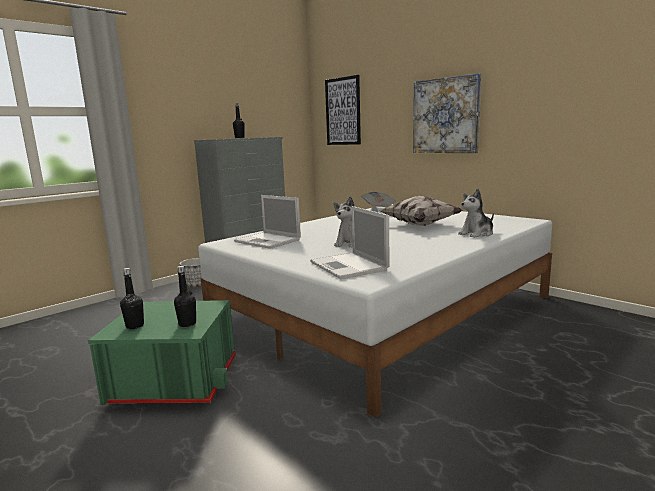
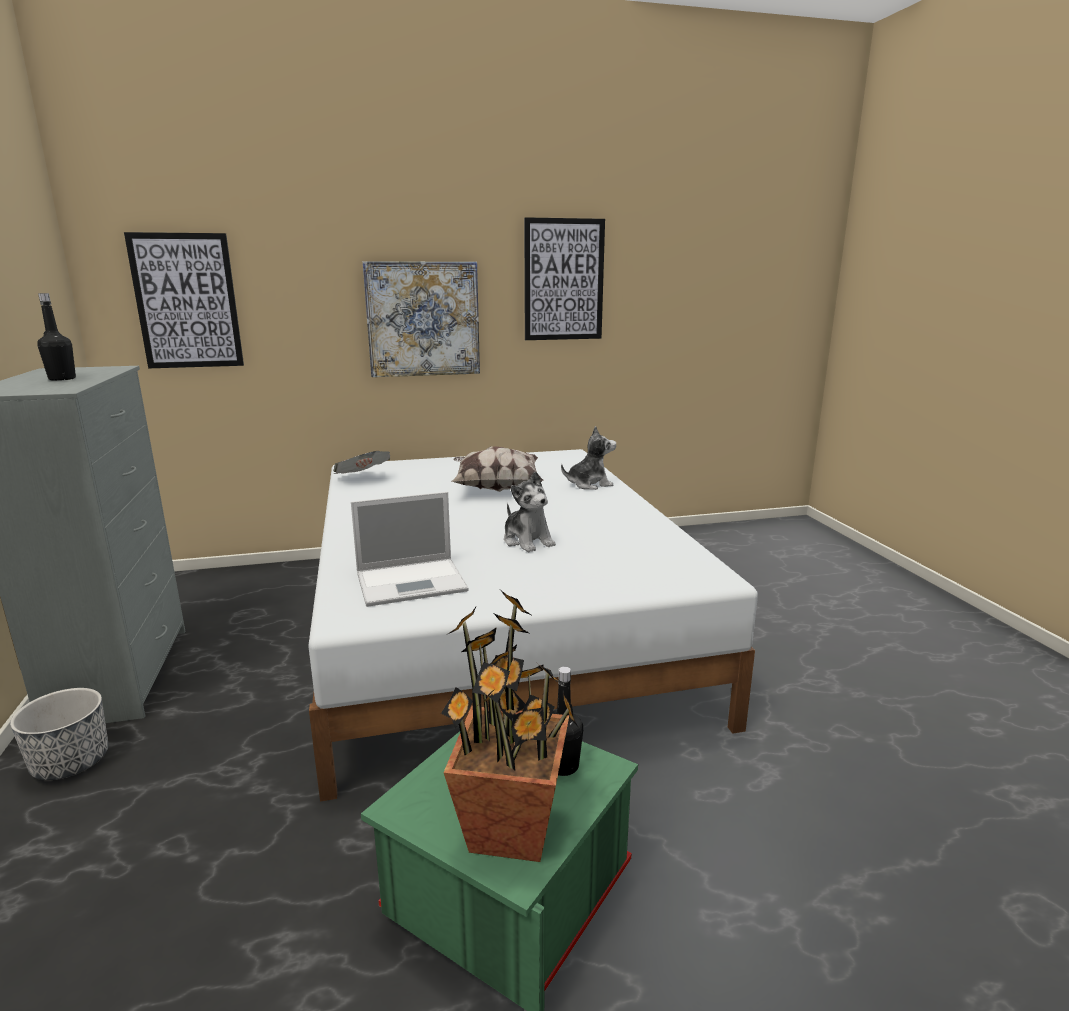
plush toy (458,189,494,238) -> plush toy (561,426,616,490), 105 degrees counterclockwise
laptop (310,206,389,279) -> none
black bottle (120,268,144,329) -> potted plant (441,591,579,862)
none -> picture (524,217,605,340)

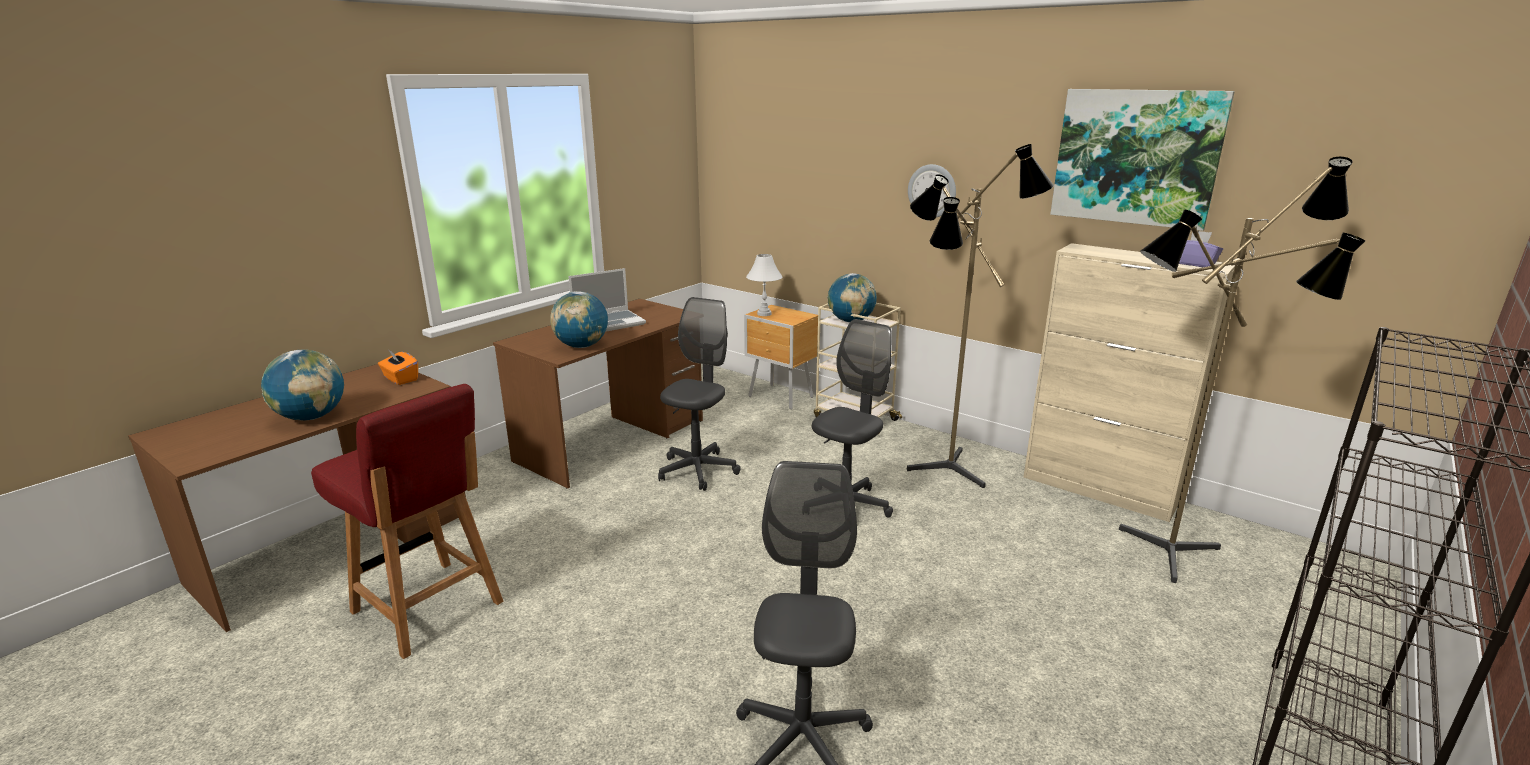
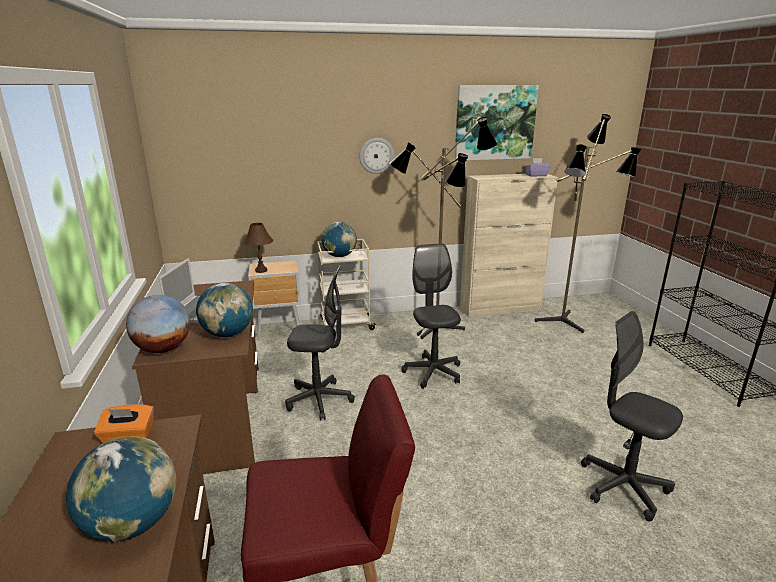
white table lamp (746,254,783,316) -> brown table lamp (243,223,273,273)
grey office chair (658,297,741,491) -> grey office chair (285,265,355,421), 120 degrees clockwise
none -> globe (126,295,190,353)

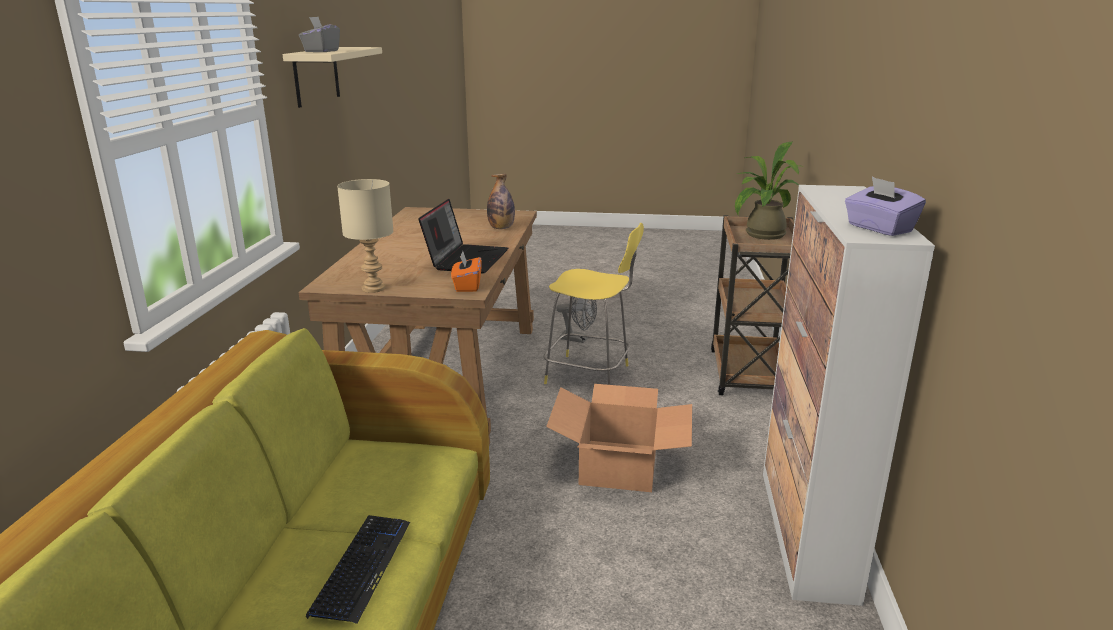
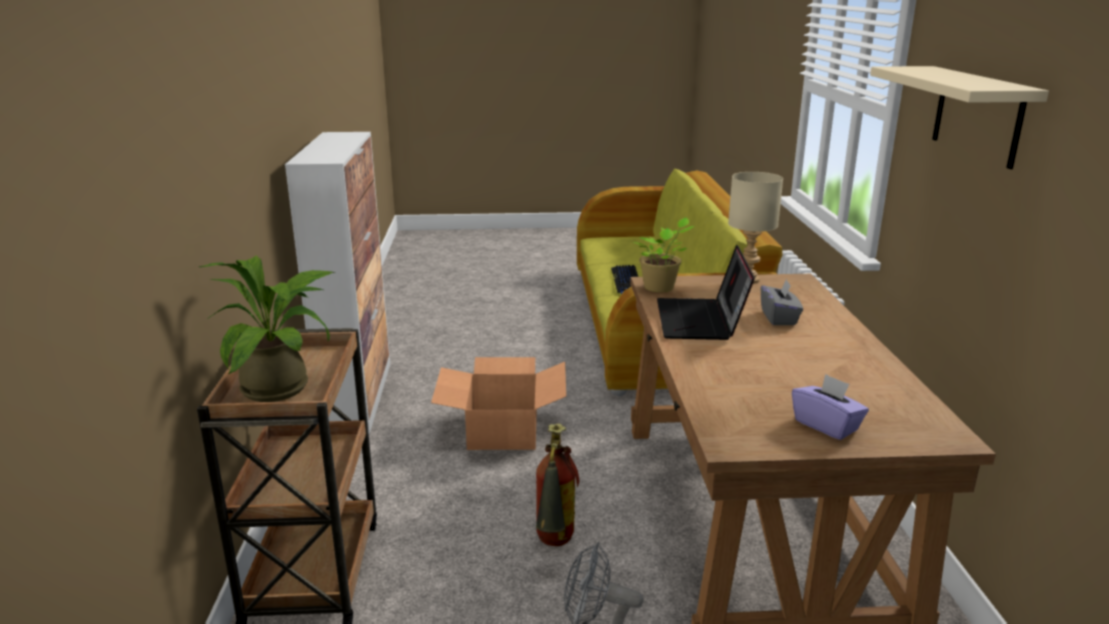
grey tissue box (299,17,340,52) -> grey tissue box (761,279,803,325), shifted
bottle (487,174,515,229) -> none
purple tissue box (845,177,926,236) -> purple tissue box (792,374,869,440), shifted
yellow stool (544,223,644,385) -> fire extinguisher (536,424,579,546)
orange tissue box (451,251,482,292) -> potted plant (633,217,695,292)

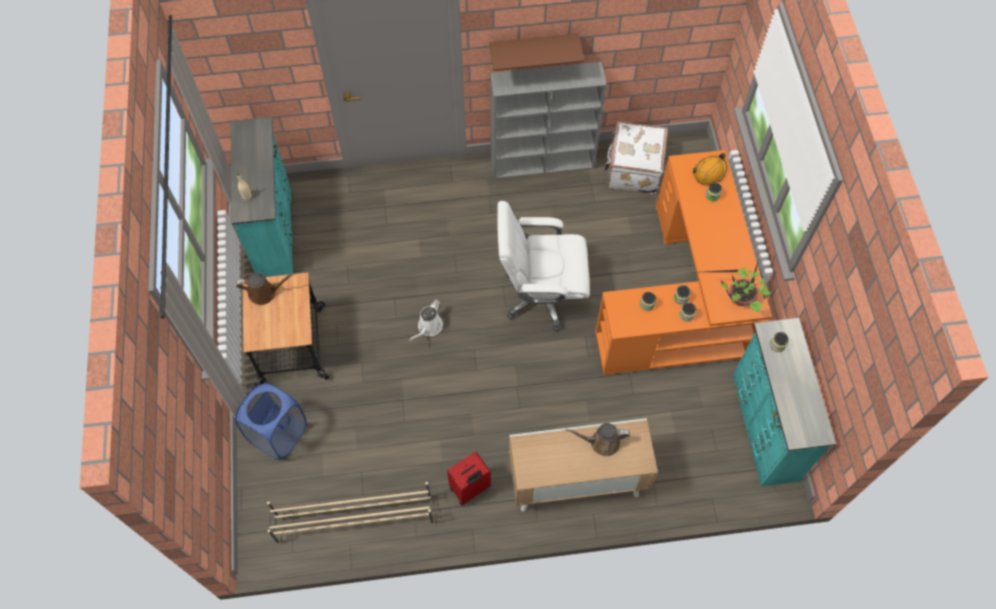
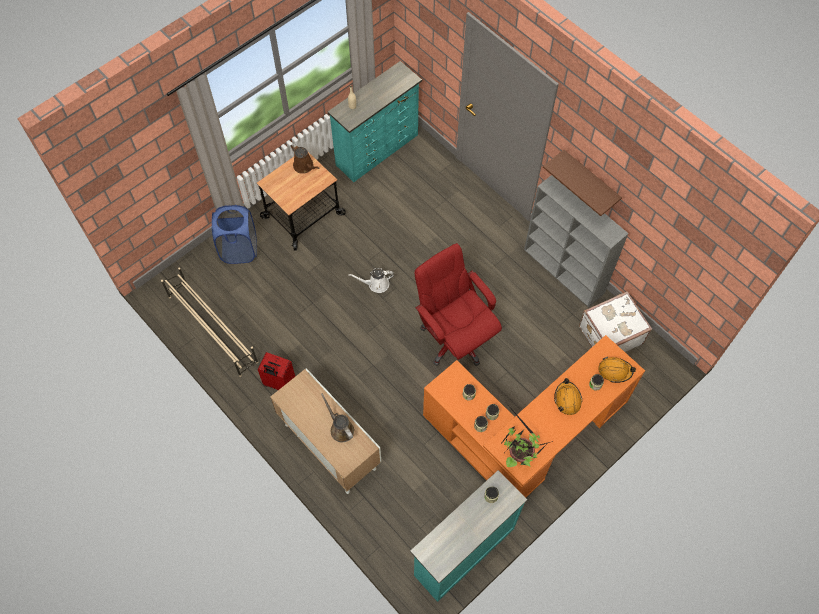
white office chair (497,201,590,331) -> red office chair (414,243,502,366)
none -> orange hard hat (554,378,582,415)

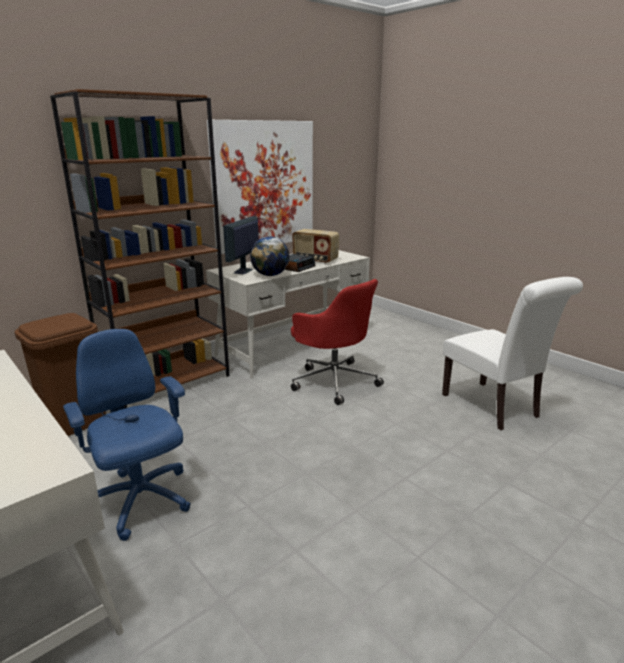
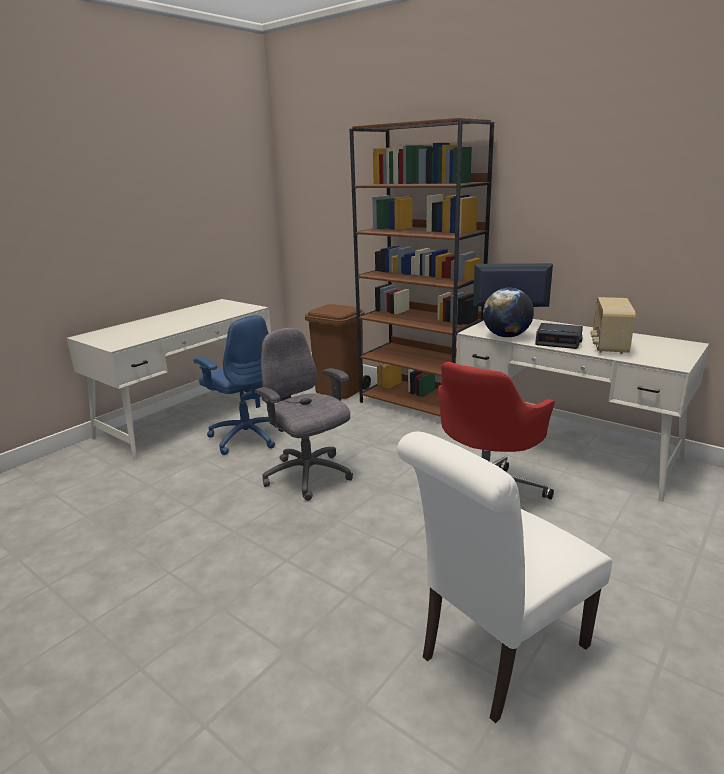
picture (207,120,313,254) -> none
blue office chair (63,329,191,541) -> blue office chair (194,315,275,455), 90 degrees clockwise
none -> grey office chair (255,328,353,501)

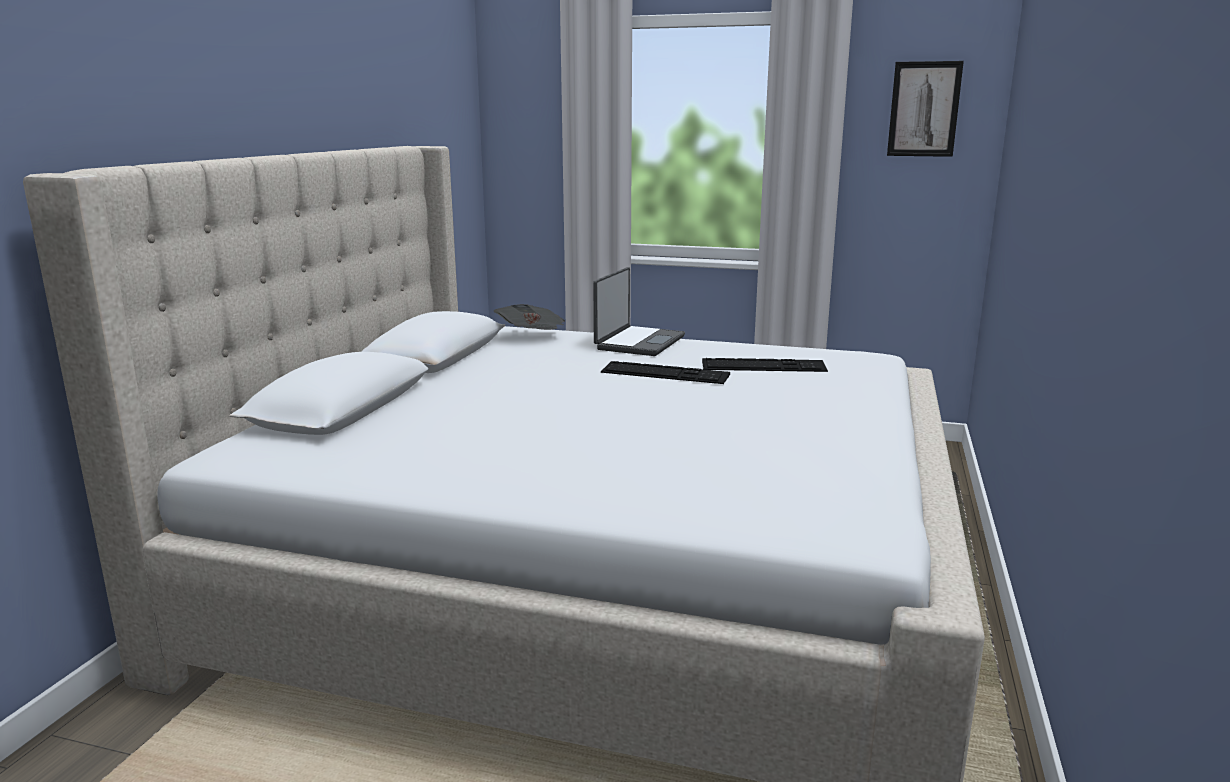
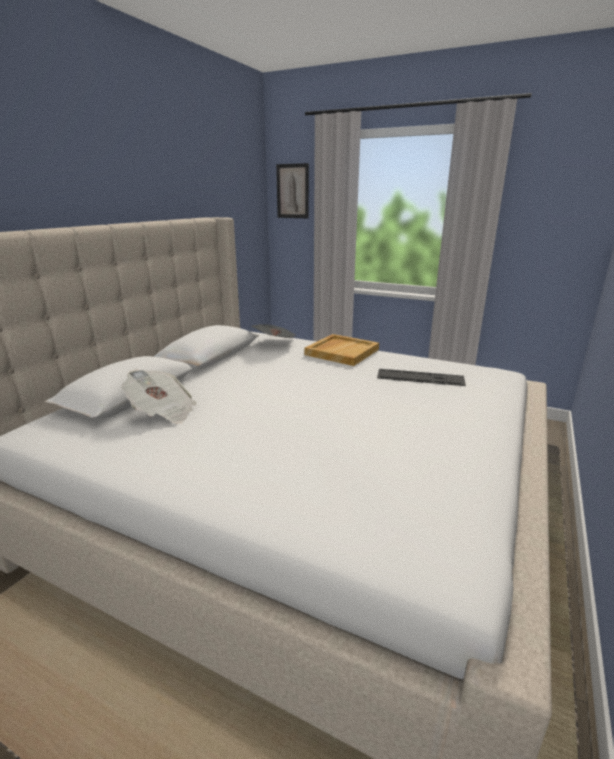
picture (887,61,964,157) -> picture (276,163,309,218), shifted
laptop (593,267,685,356) -> beige tray (305,334,379,366)
keyboard (601,361,730,384) -> none
none -> newspaper (121,369,197,424)

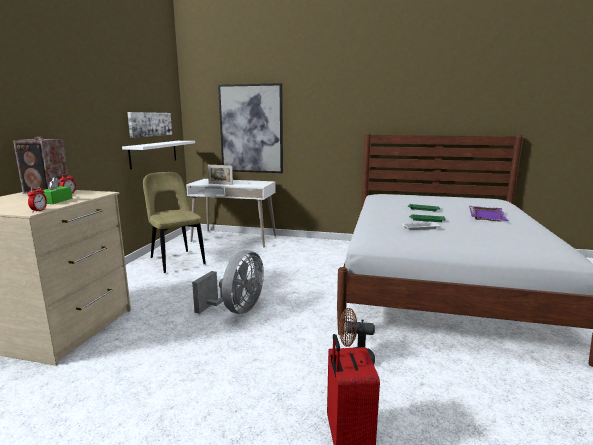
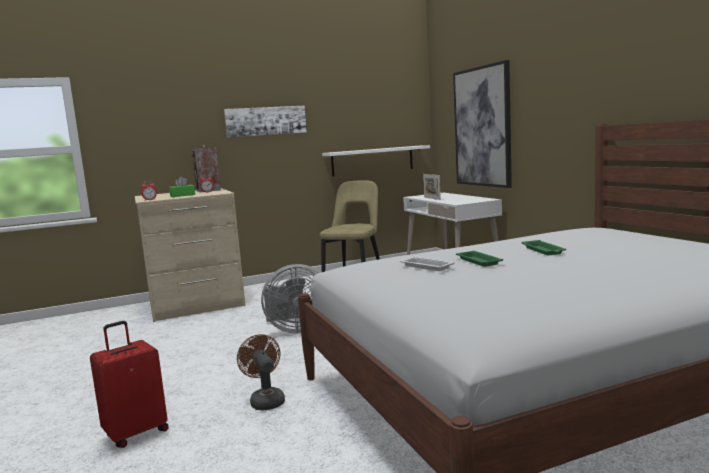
picture (127,112,172,138) -> picture (224,106,307,137), shifted
purple tray (469,206,508,222) -> none

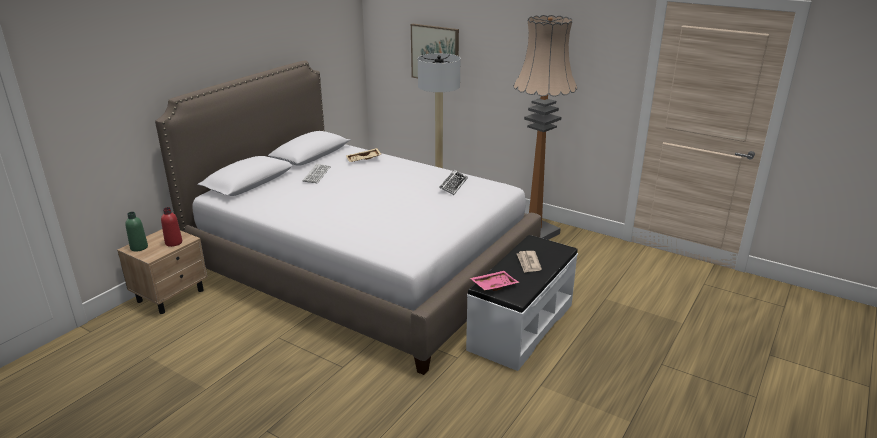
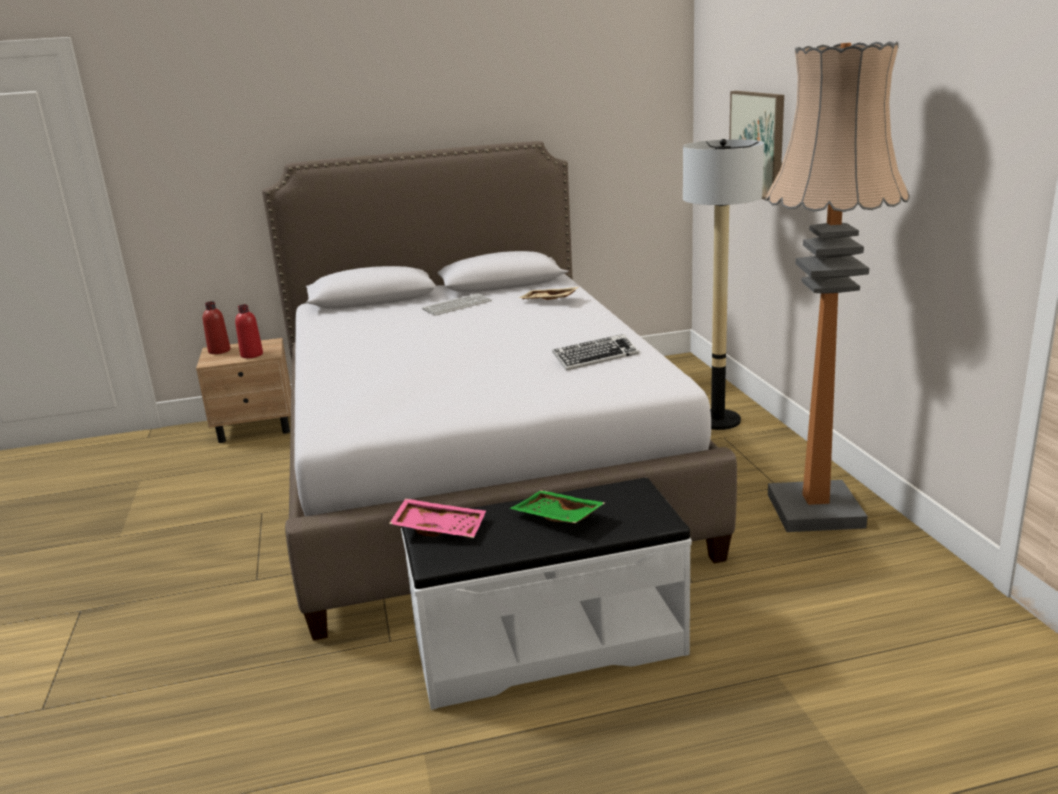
green bottle (125,212,148,251) -> red bottle (203,301,230,354)
newspaper (517,251,542,273) -> green tray (510,490,605,524)

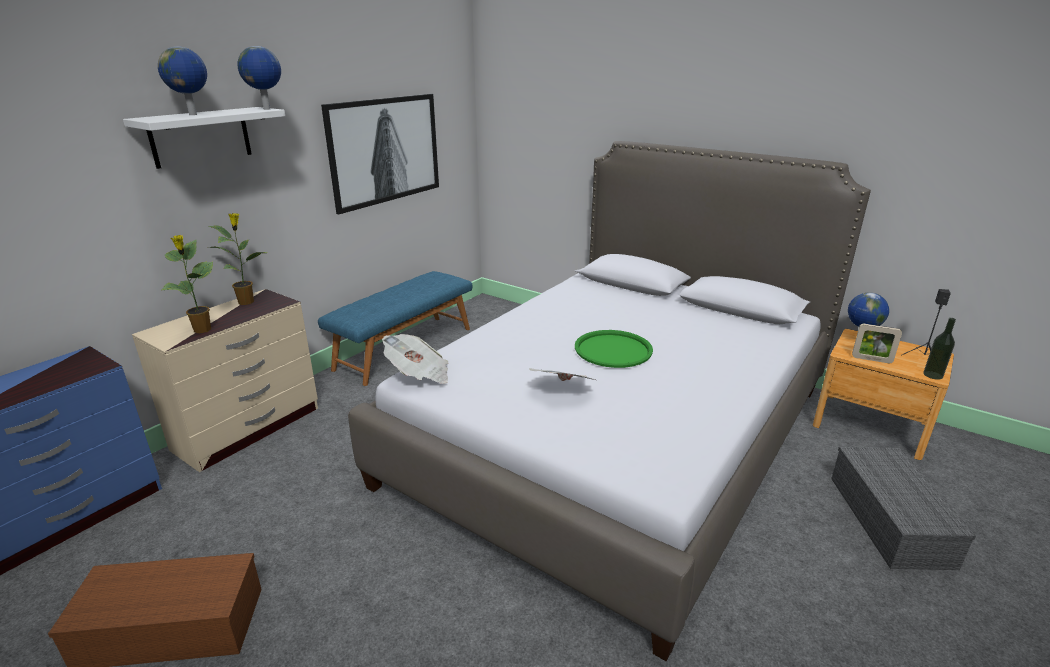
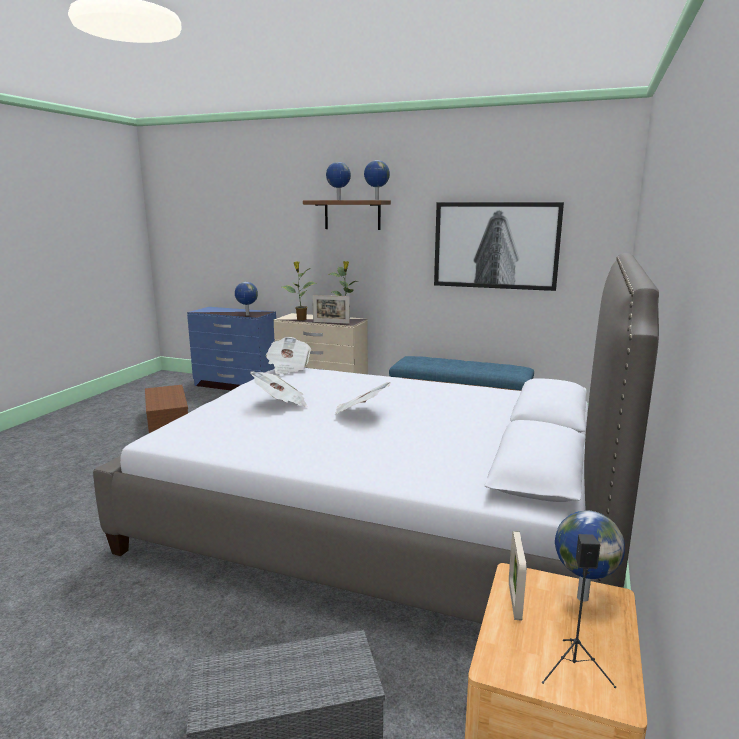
white shelf (123,107,285,169) -> brown shelf (303,200,391,230)
bottle (923,318,956,380) -> none
green tray (575,330,653,368) -> newspaper (334,382,391,415)
none -> globe (235,282,258,316)
none -> picture frame (312,295,350,324)

